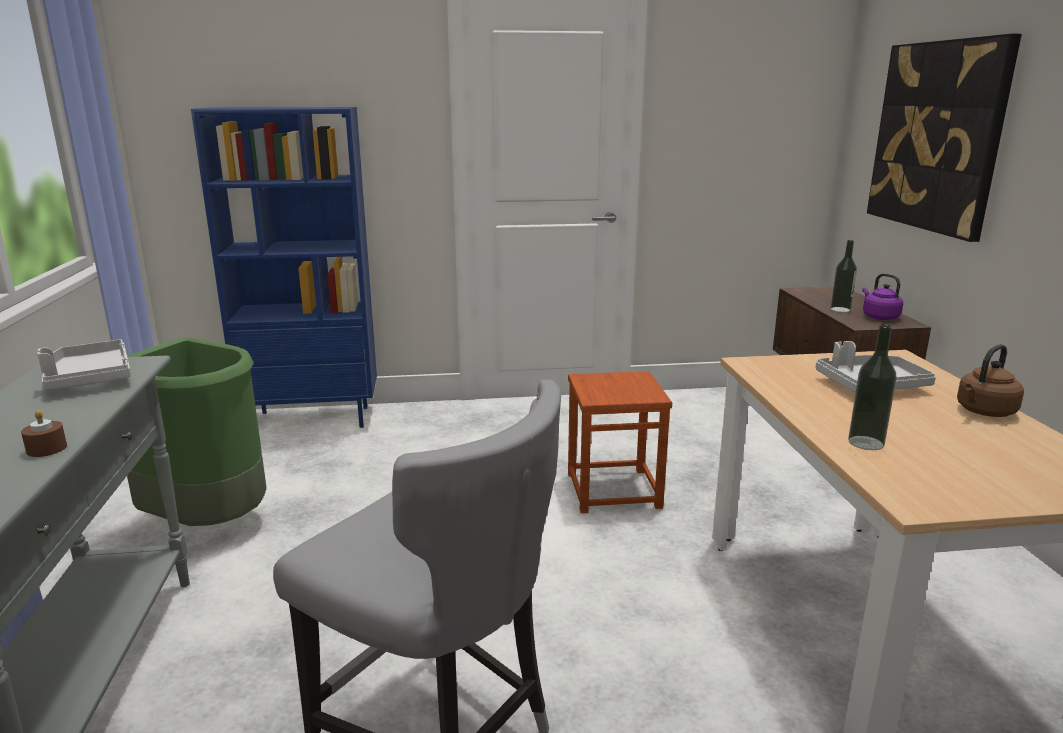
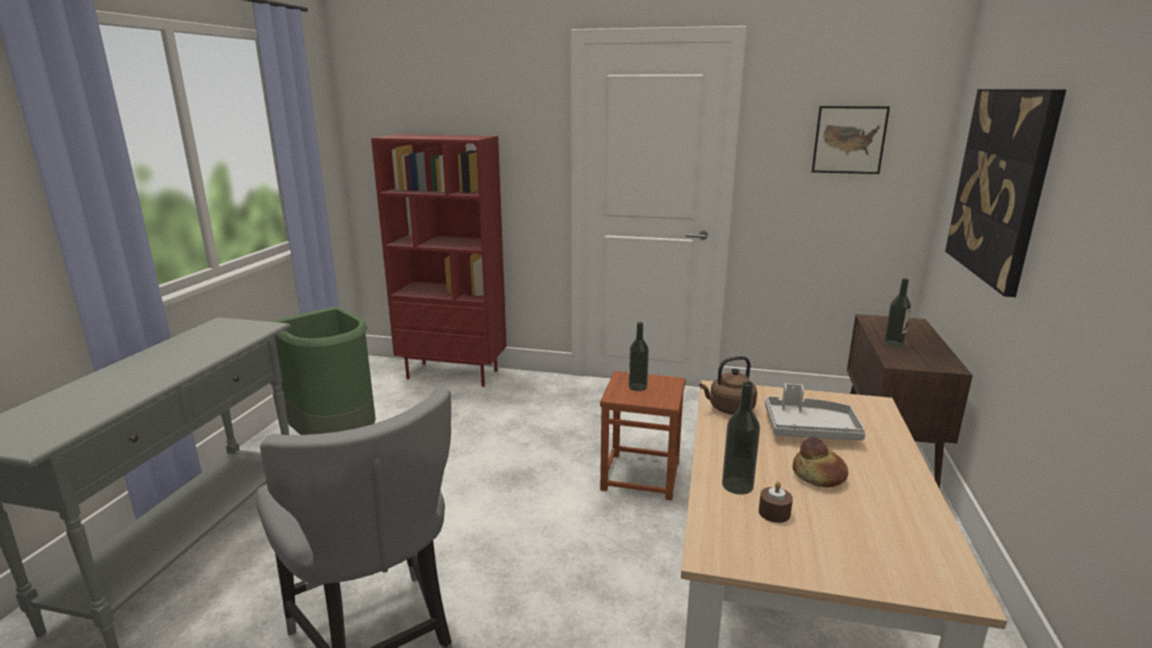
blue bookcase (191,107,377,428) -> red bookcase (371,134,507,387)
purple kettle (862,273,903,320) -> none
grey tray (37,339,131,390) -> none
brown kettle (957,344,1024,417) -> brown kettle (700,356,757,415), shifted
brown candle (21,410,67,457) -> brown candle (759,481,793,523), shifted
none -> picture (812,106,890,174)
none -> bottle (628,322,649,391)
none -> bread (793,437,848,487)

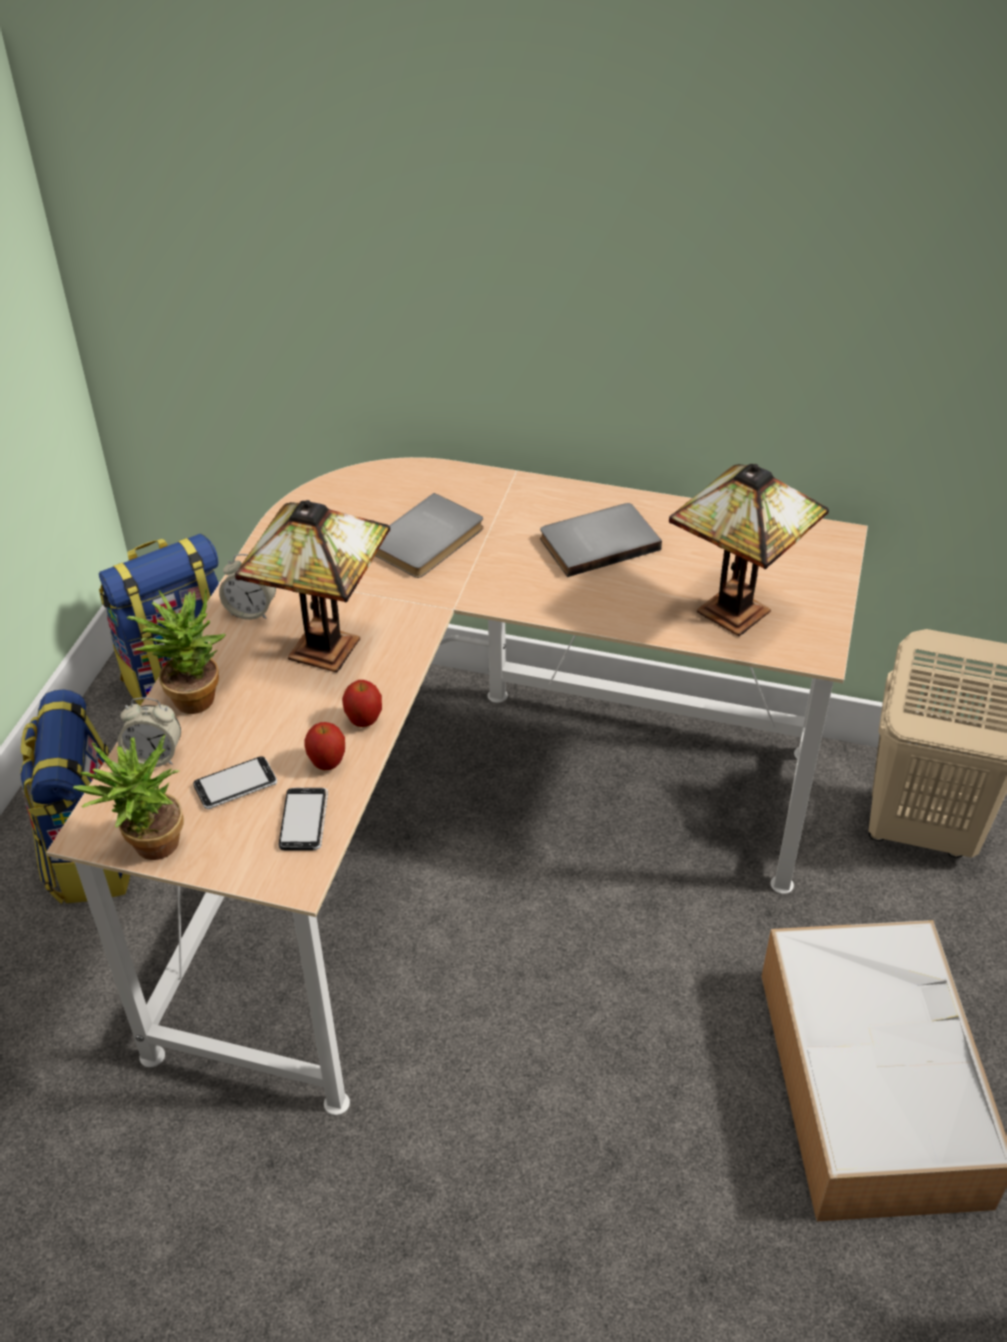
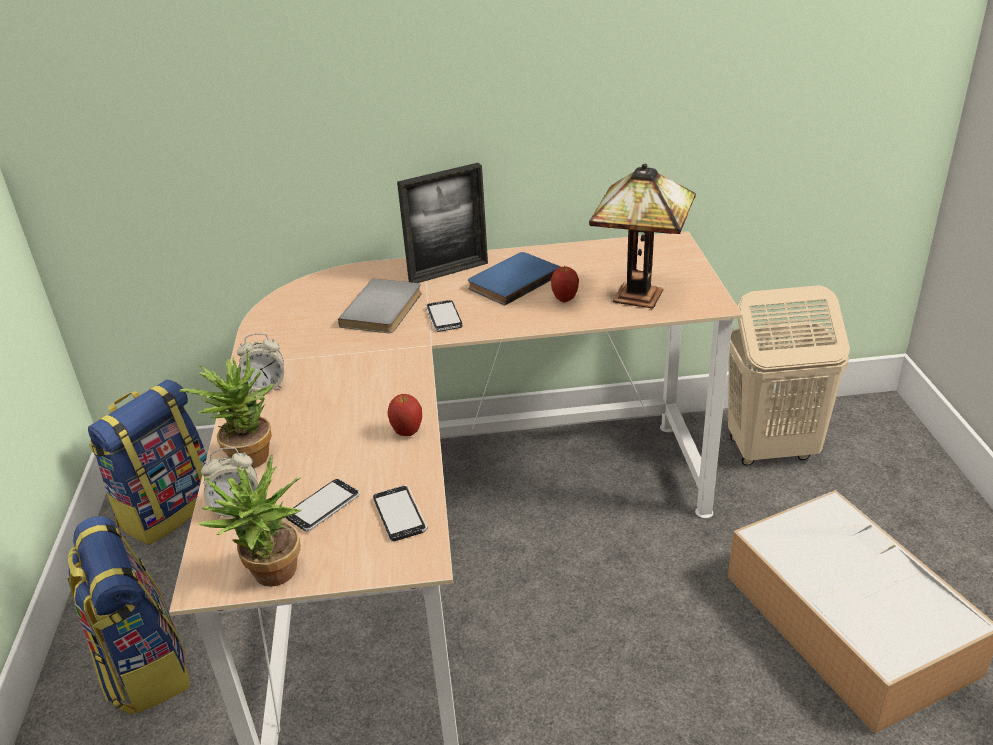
table lamp (235,500,390,672) -> none
grey book (540,503,662,577) -> blue book (468,252,560,306)
apple (304,722,345,770) -> apple (551,266,579,302), shifted
none -> picture frame (397,163,488,283)
none -> phone (425,300,462,332)

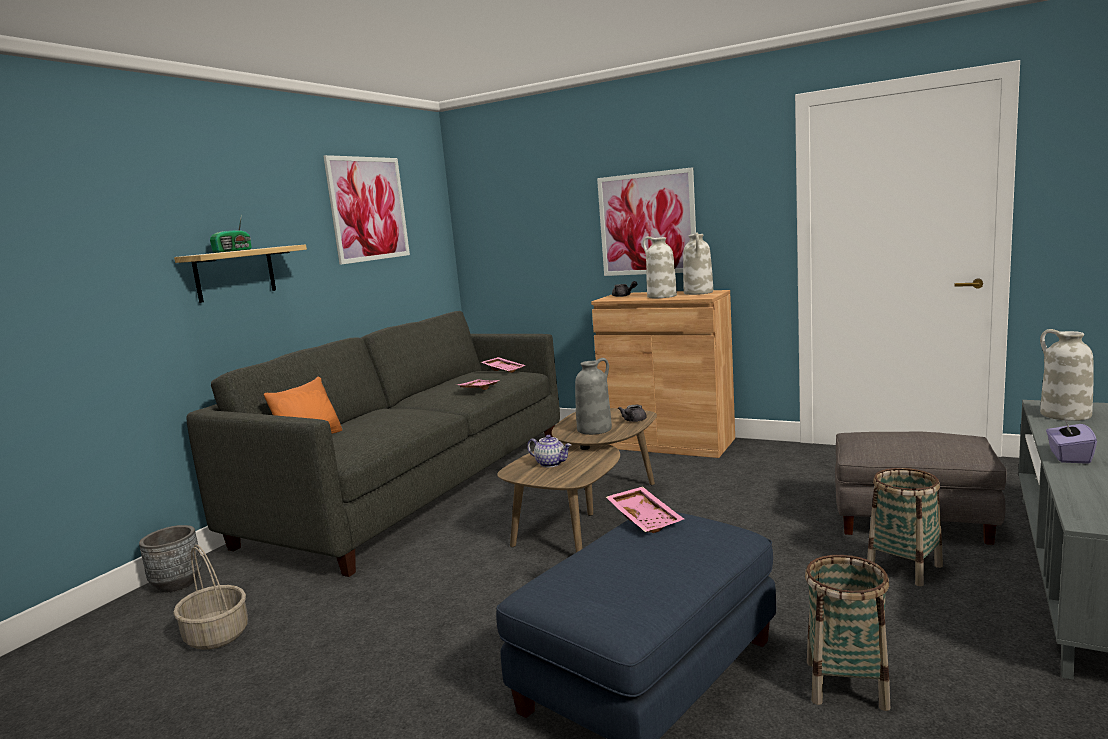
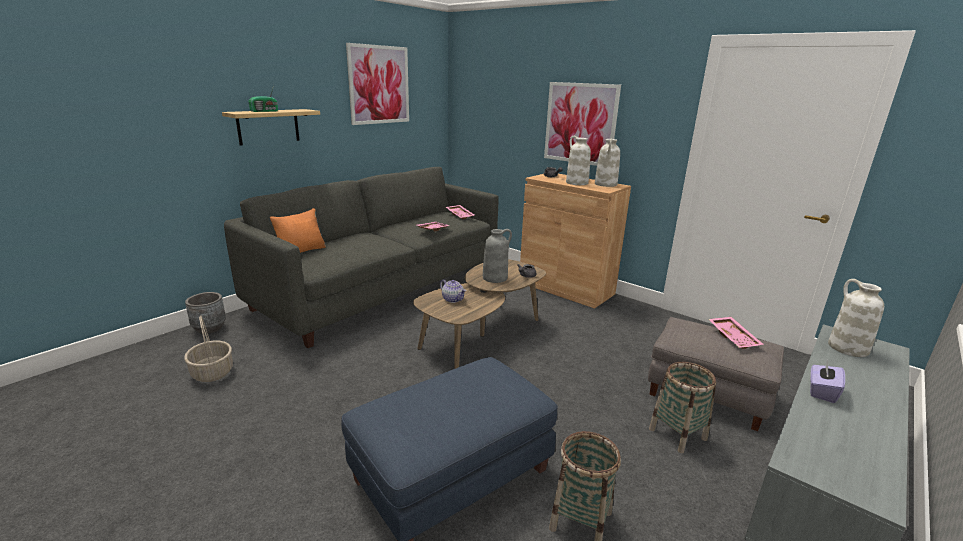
pink tray (606,486,684,533) -> pink tray (709,317,763,349), shifted

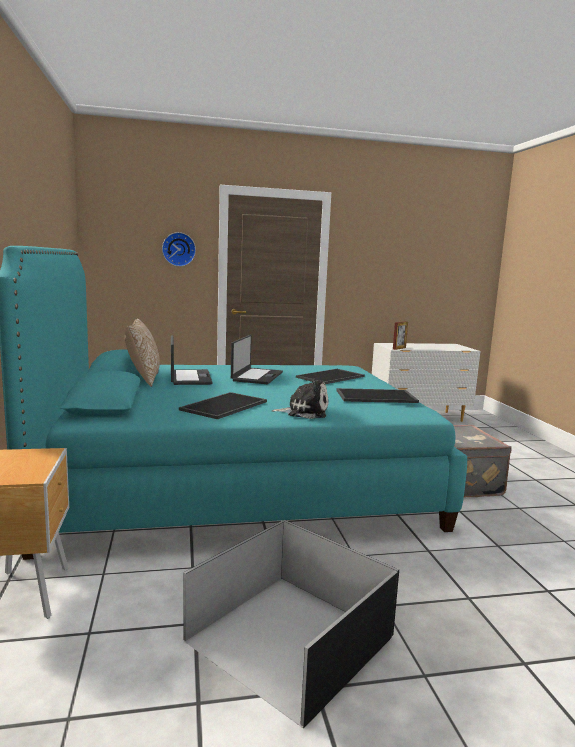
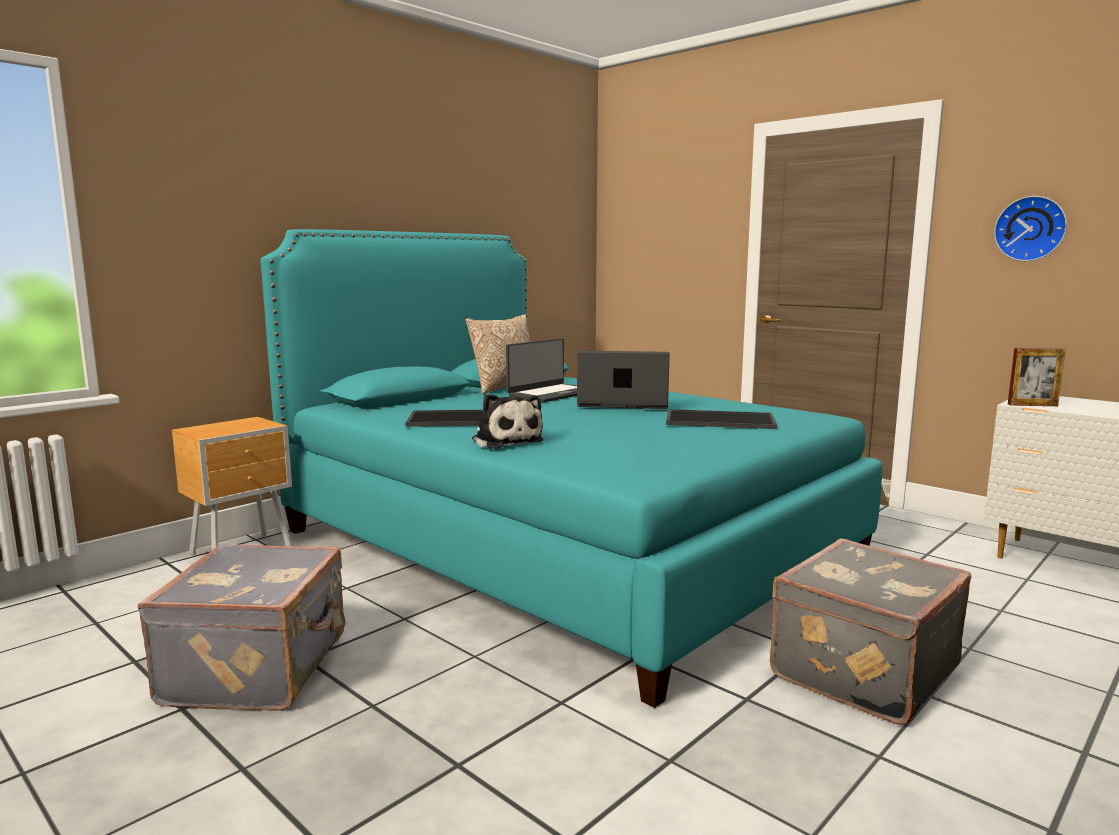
wall clock (162,232,196,267) -> wall clock (994,196,1067,261), shifted
laptop (231,335,283,384) -> laptop (577,350,670,409), 150 degrees counterclockwise
tray (336,388,419,403) -> none
black storage box (183,520,399,728) -> grey suitcase (137,543,346,711)

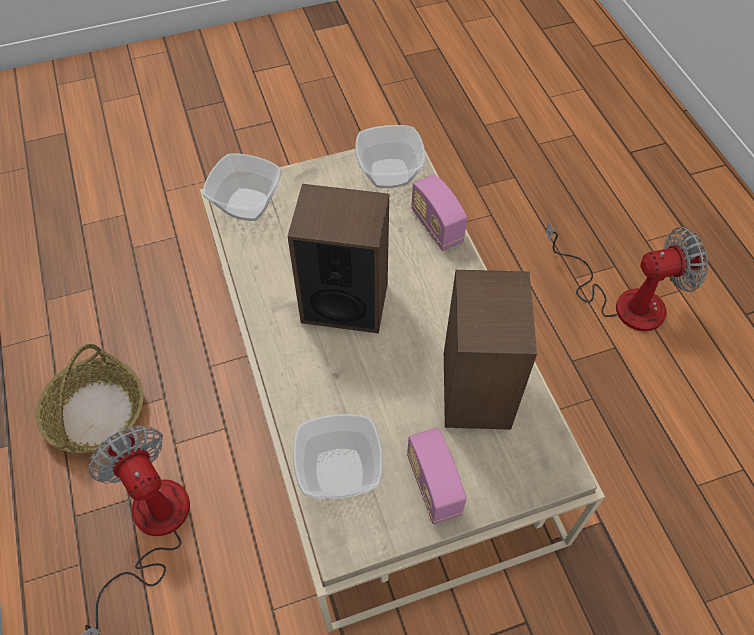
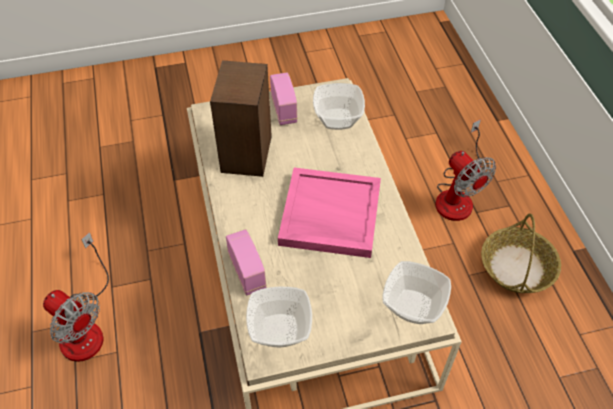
speaker (287,184,389,334) -> pink tray (278,168,381,258)
fan (545,222,708,331) -> fan (43,232,109,362), 135 degrees counterclockwise

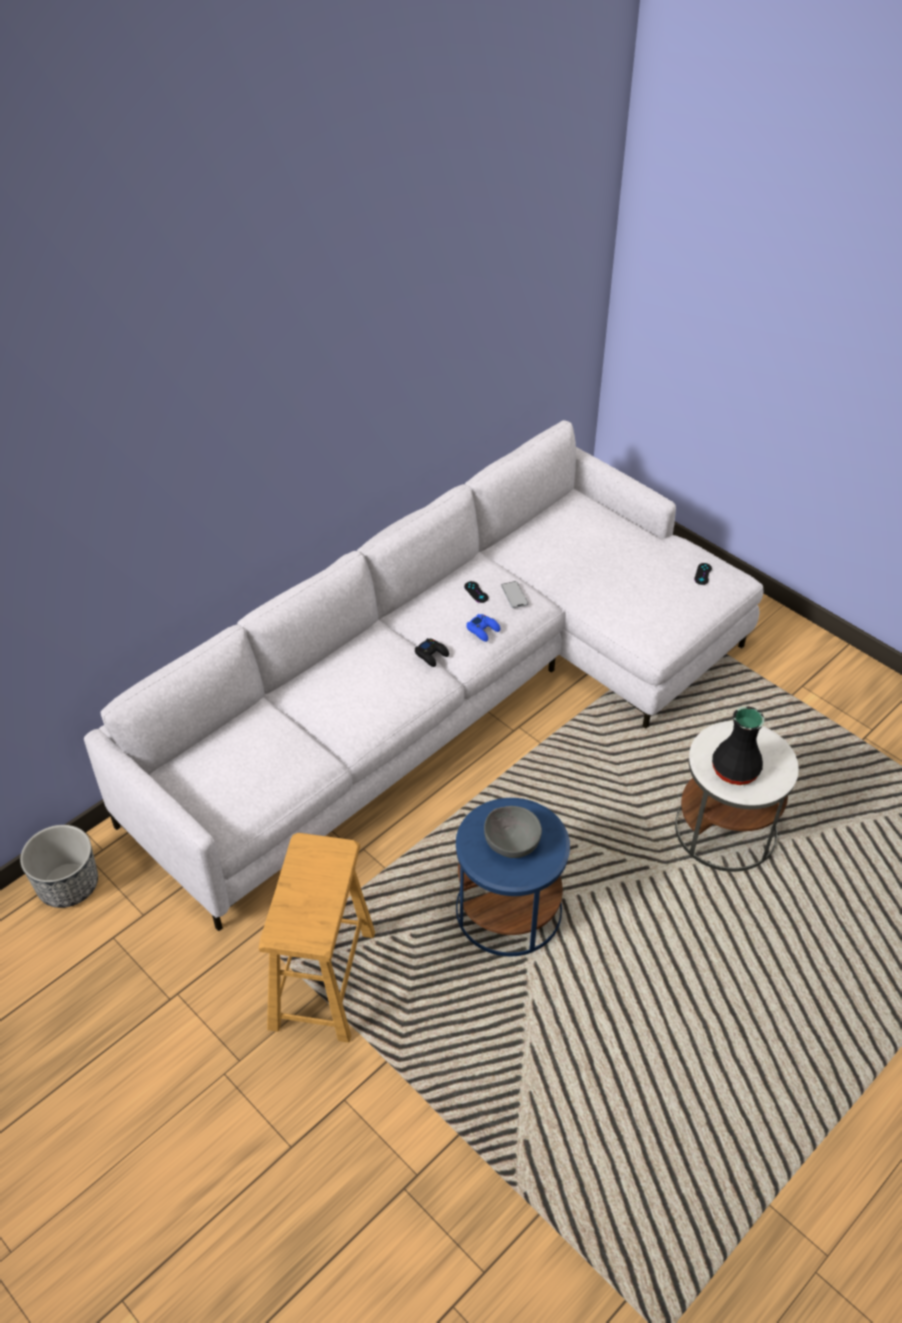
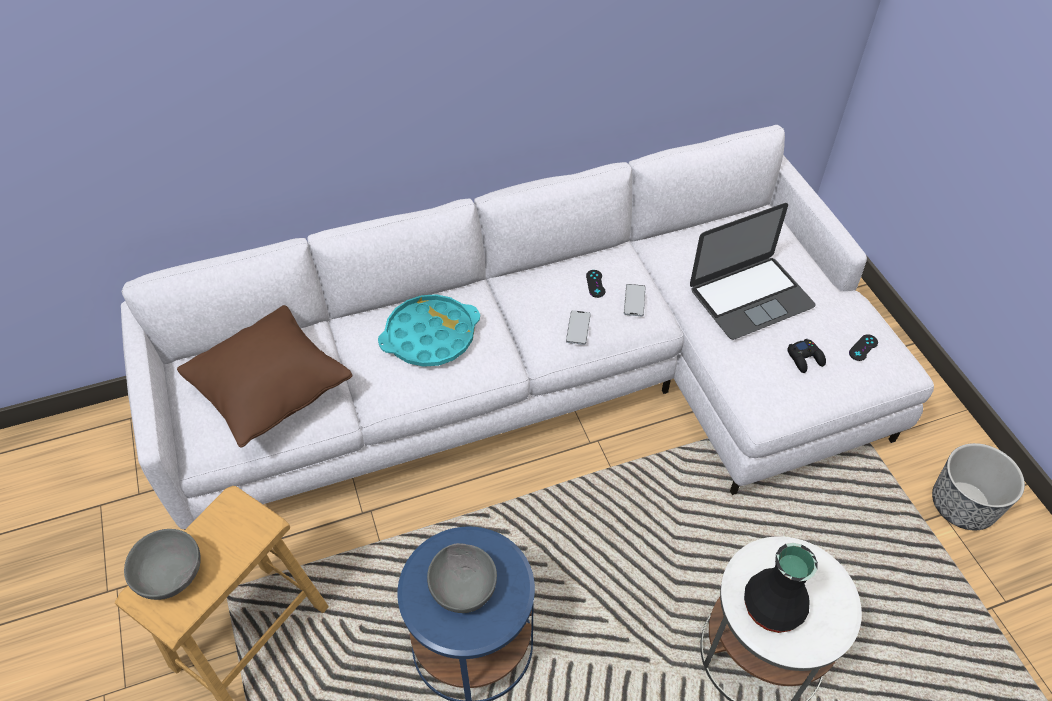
blue game controller (466,614,500,642) -> phone (566,310,591,345)
black game controller (415,638,449,667) -> black game controller (787,339,826,373), shifted
planter (20,825,98,908) -> planter (932,443,1025,530), shifted
none -> laptop (690,203,816,340)
none -> turquoise tray (378,294,480,367)
none -> brown pillow (177,305,352,448)
none -> grey bowl (124,529,201,600)

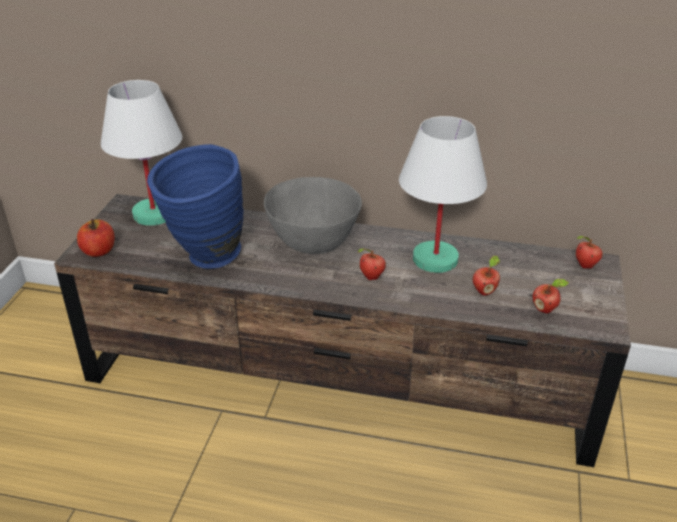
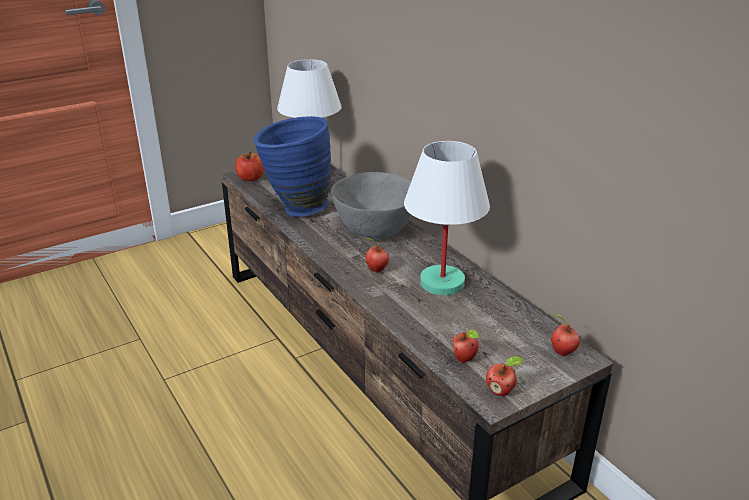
apple (473,256,500,295) -> apple (486,356,523,396), shifted

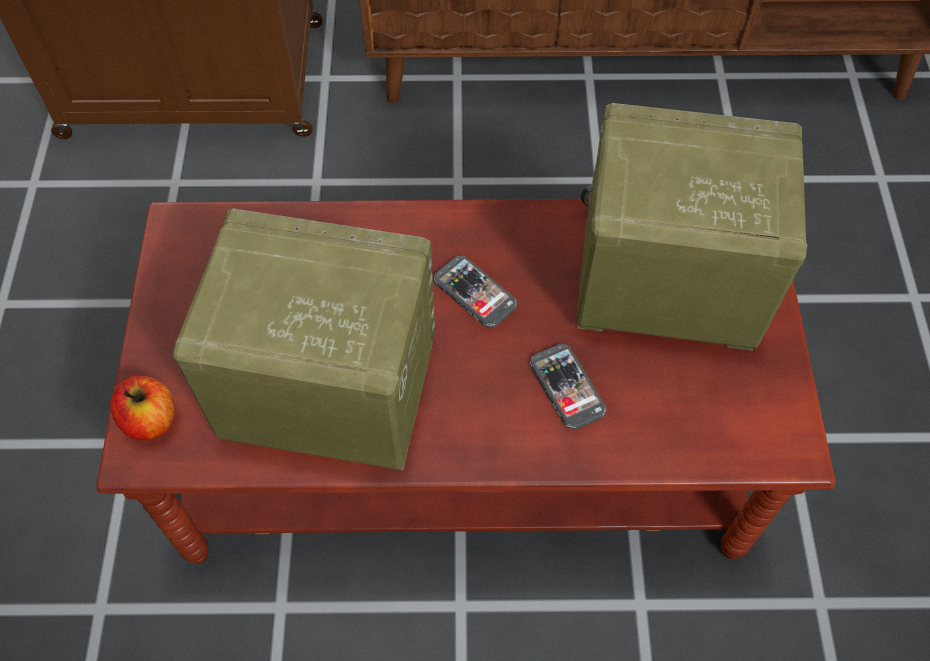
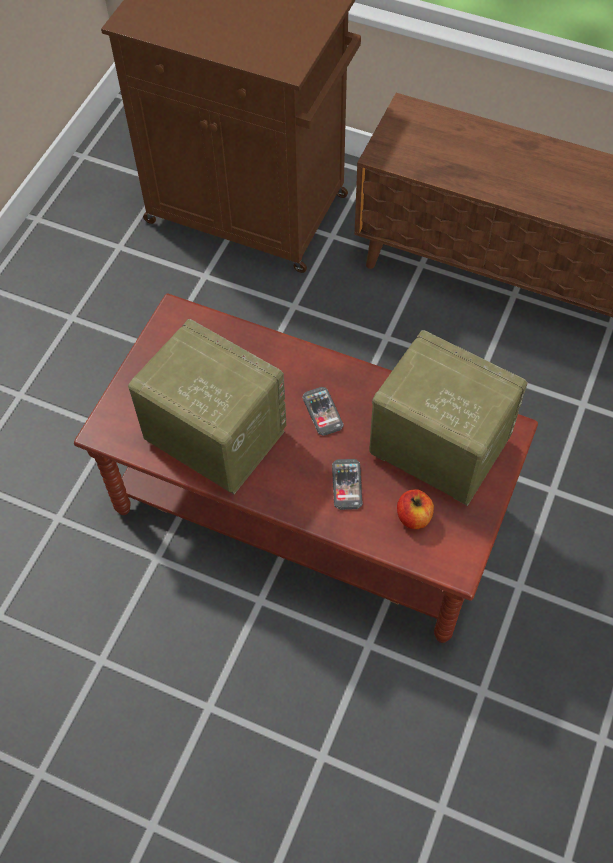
apple (110,376,175,440) -> apple (397,489,434,529), shifted

